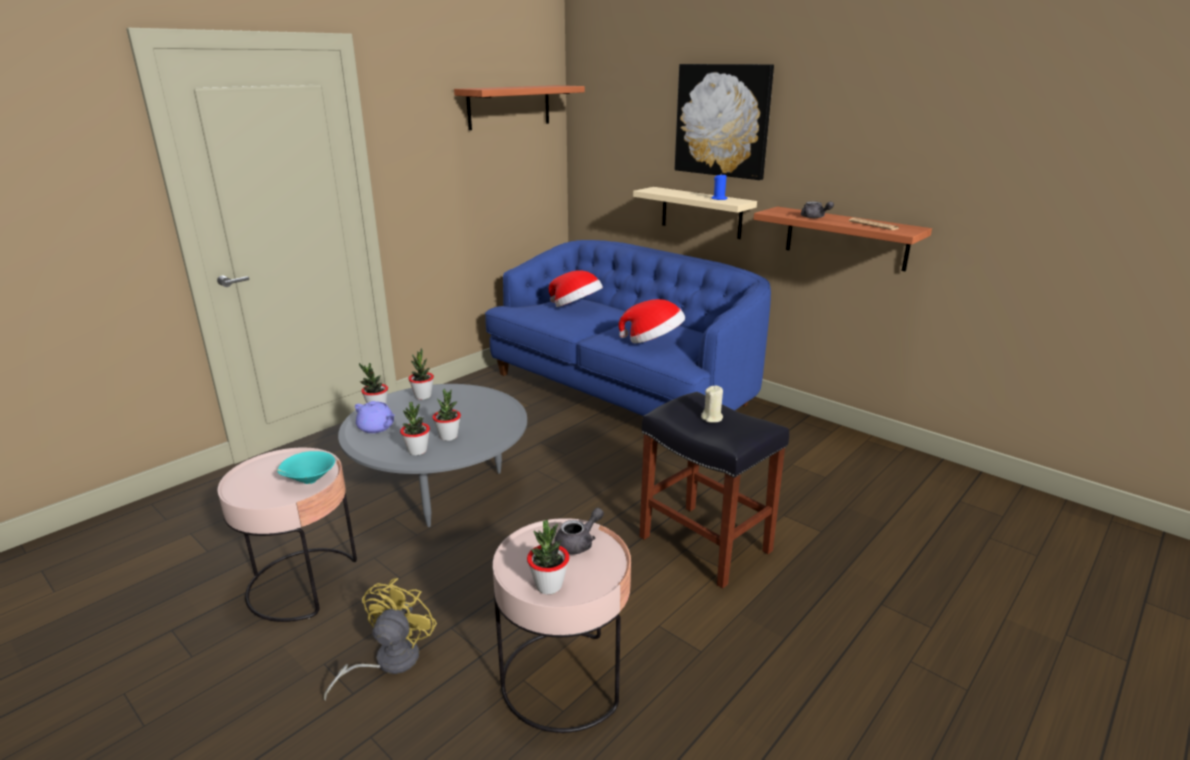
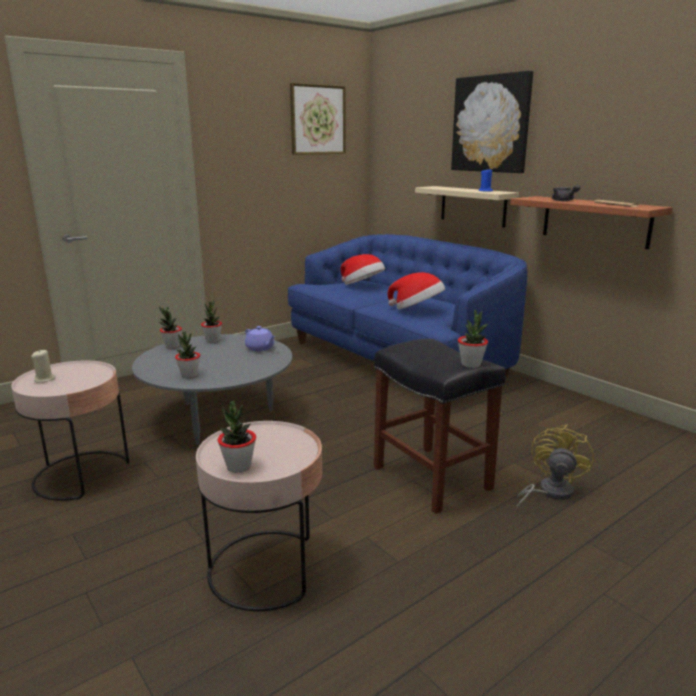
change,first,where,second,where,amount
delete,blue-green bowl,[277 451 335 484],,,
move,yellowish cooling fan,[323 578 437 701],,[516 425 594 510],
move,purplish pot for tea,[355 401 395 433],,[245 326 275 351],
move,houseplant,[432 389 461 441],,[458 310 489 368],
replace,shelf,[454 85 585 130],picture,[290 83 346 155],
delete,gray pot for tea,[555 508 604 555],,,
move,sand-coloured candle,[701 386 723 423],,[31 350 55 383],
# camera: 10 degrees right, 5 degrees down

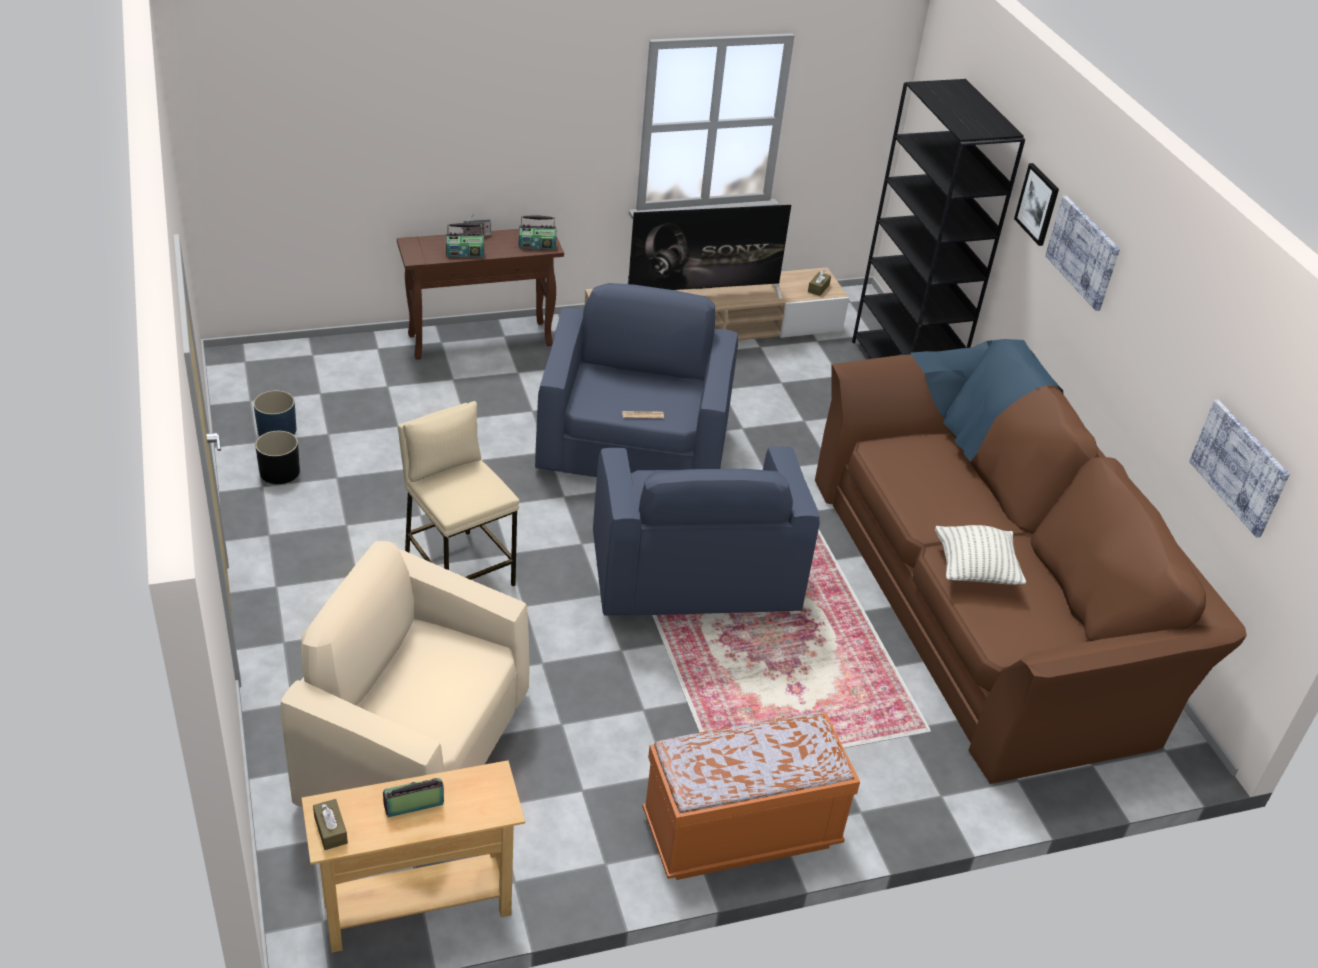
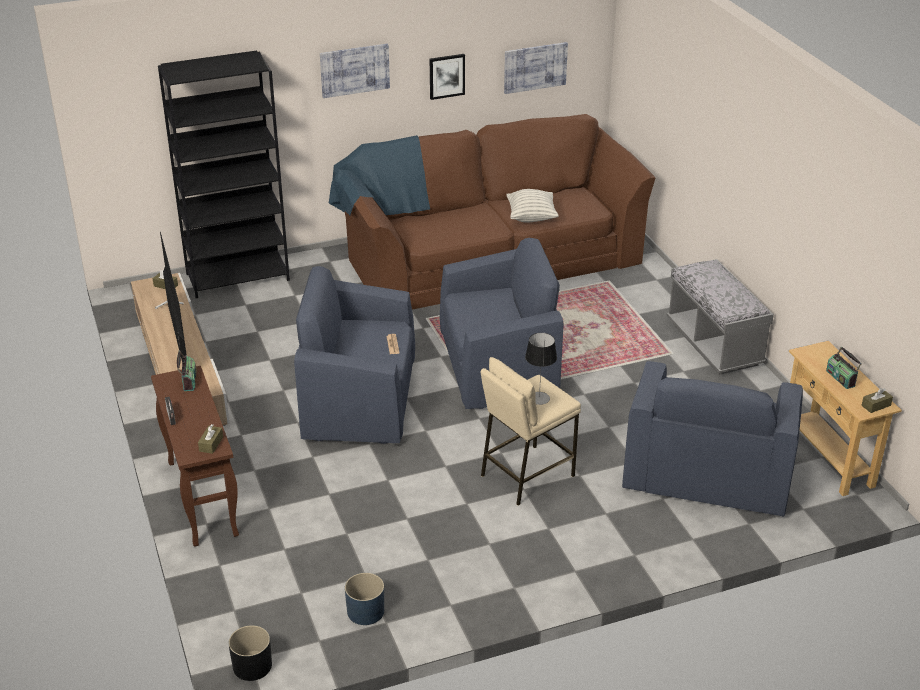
change,first,where,second,where,amount
move,blackish plant pot,[255 431 300 484],,[229 625 272 681],
recolor,sand-coloured armchair,[280 541 530 807],bluish armchair,[622 361 803 517],
delete,radio set,[446 223 484 257],,,
recolor,orange indoor bench,[642 712 860 880],gray indoor bench,[667 259 774 375],
move,picture,[1014 163 1059 246],,[430 54 465 100],
insert,,,brown-coloured box of tissues,[198 424 223 454],
insert,,,tabletop lamp,[525 333 557 405],
# camera: 90 degrees left, 5 degrees down

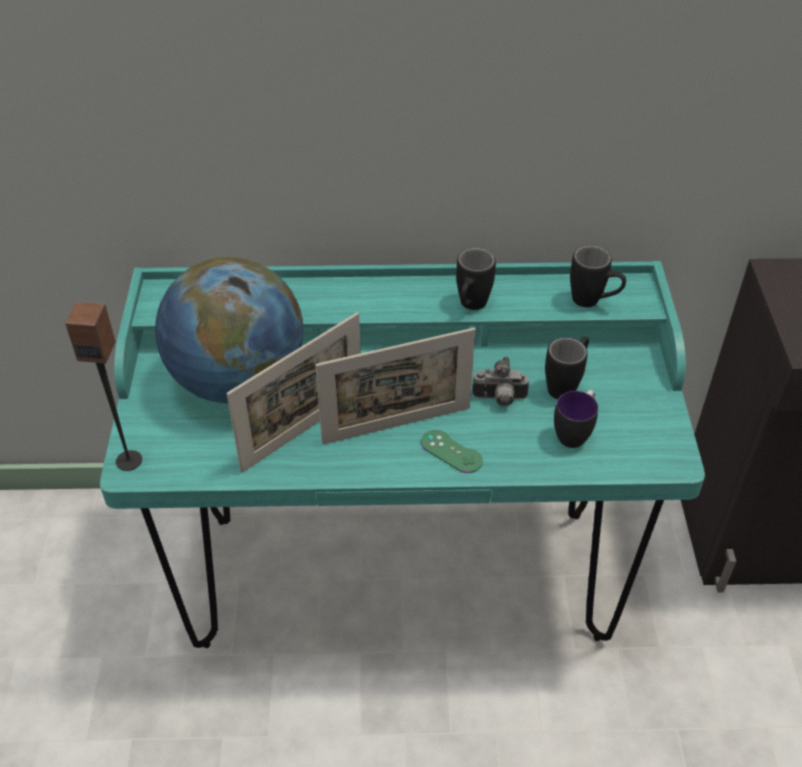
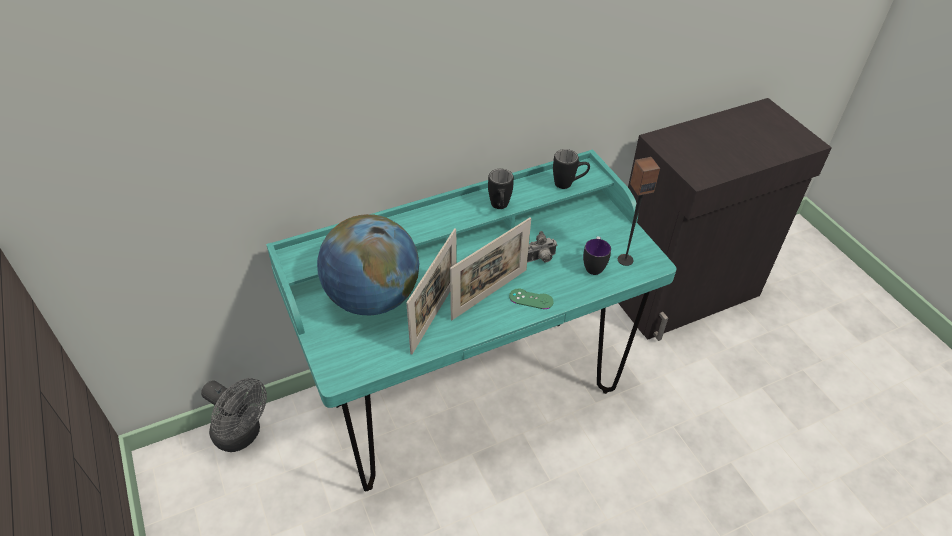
change,first,where,second,where,amount
move,speaker,[65 302 142 471],,[618 157 660 266],
delete,blackish coffee mug,[545 337 589 399],,,
insert,,,gray cooling fan,[201 378 267 452],
# camera: 25 degrees left, 0 degrees up

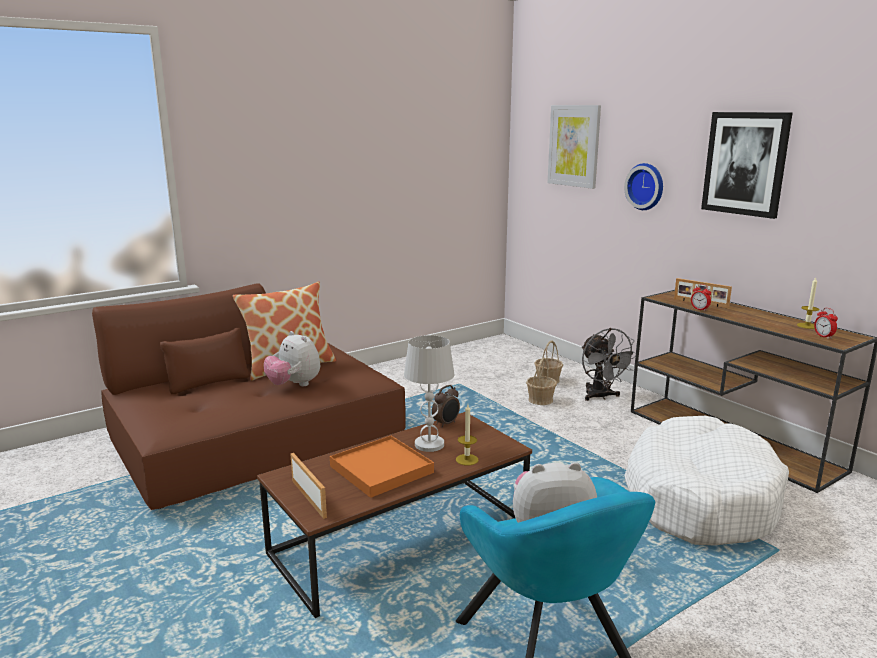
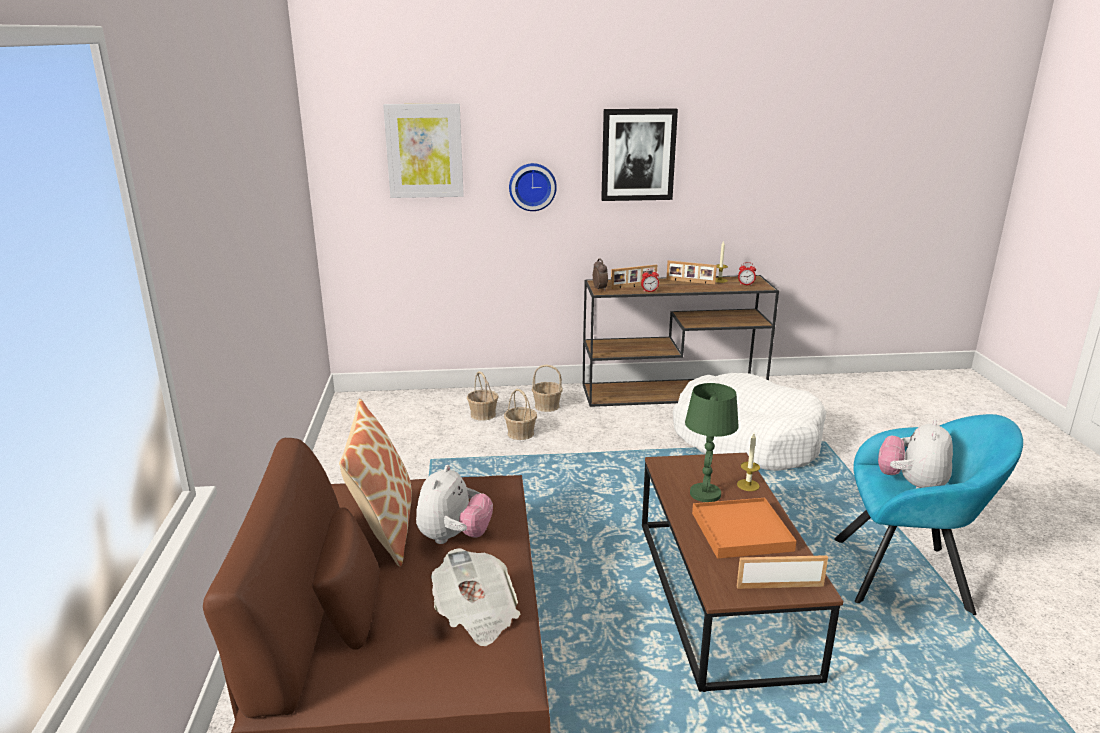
change,first,where,second,where,amount
rotate,soft toy,[264 331 320 386],,[416 465 493 544],60 degrees counterclockwise
recolor,whitish tabletop lamp,[404 335 455 452],greenish tabletop lamp,[685 383 739 502],
move,bedside clock,[432 385 460 428],,[593 258 608 291],
replace,gray cooling fan,[582 328 636 401],basket,[532 365 562 412],
insert,,,printed paper,[431 548 521 646],
insert,,,picture frame,[666 260 717 285],
# camera: 60 degrees left, 5 degrees up

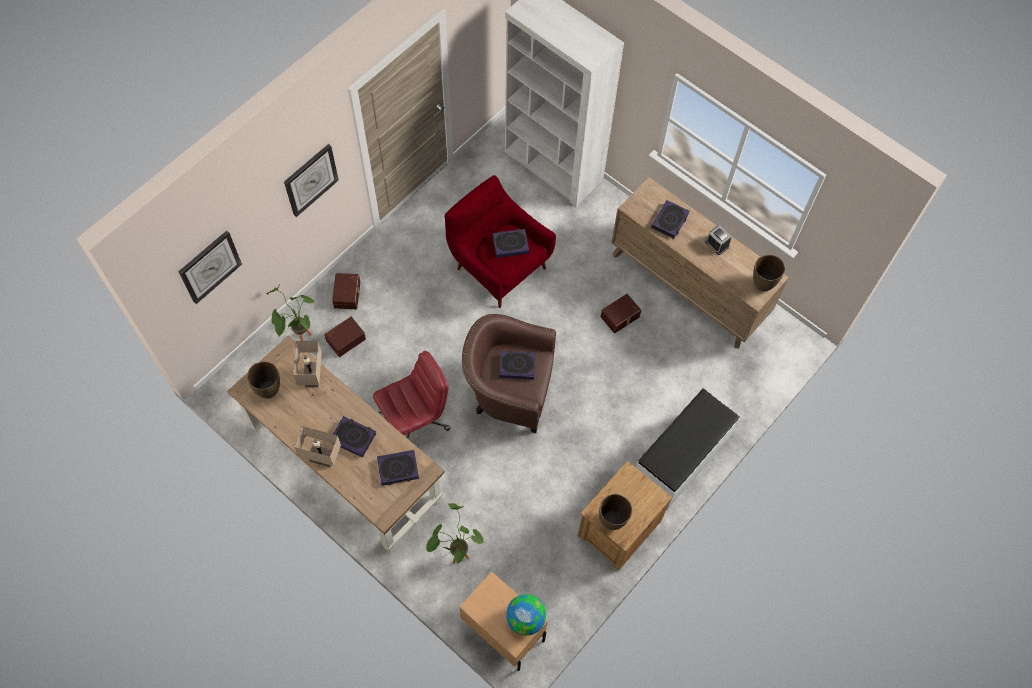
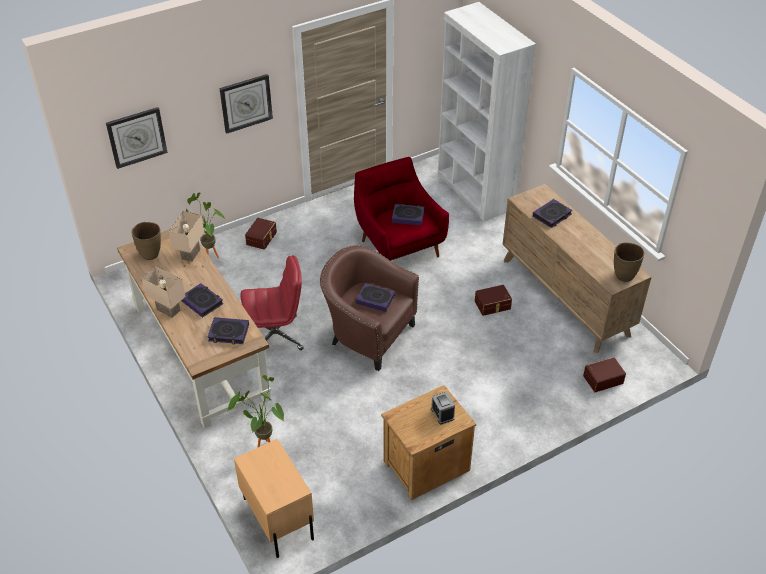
change,first,where,second,where,amount
move,brown-coloured storage bin,[324 316 366 357],,[583 357 626 392],
delete,globe,[506 594 546 636],,,
delete,brown-coloured decorative vase,[599 494 632 530],,,
delete,whitish indoor bench,[636 389 740 510],,,
move,bedside clock,[705 225 732 255],,[431 392 455 425],
# camera: 20 degrees right, 20 degrees down

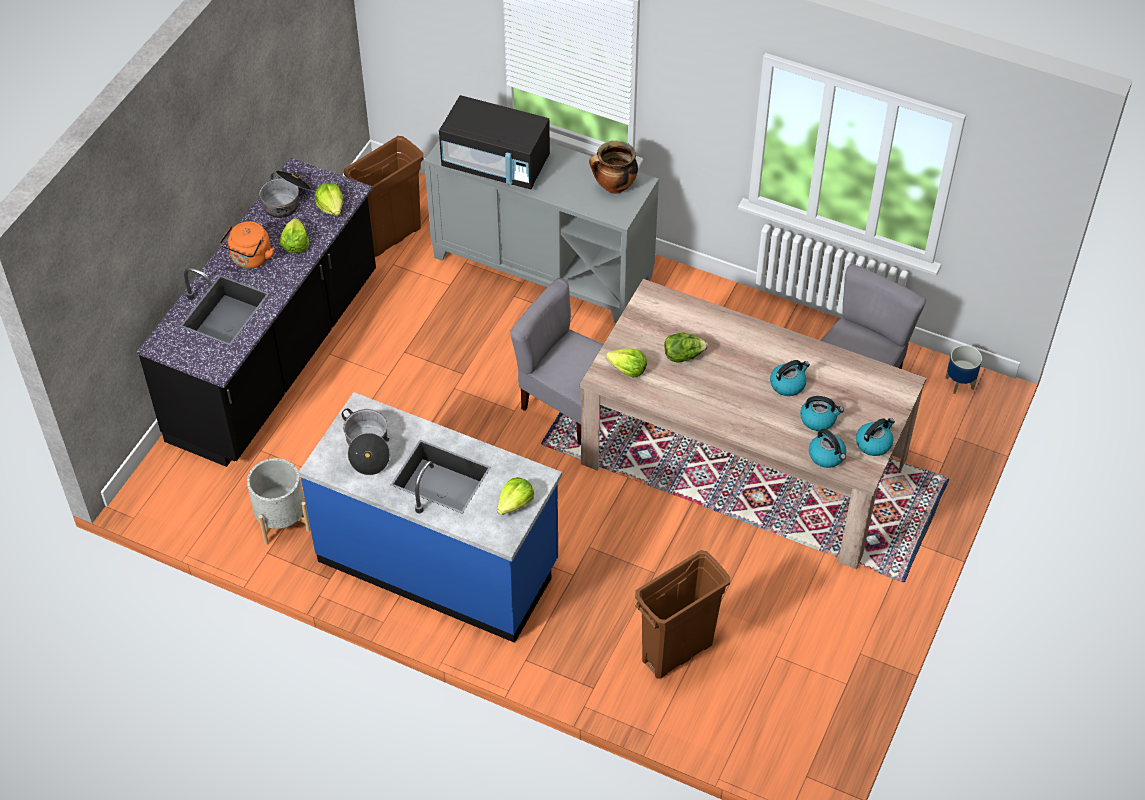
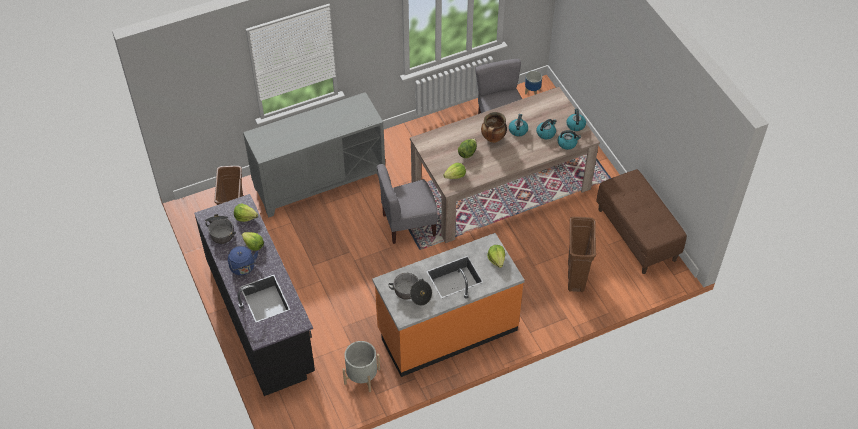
change,first,where,second,where,amount
recolor,orange tea kettle,[220 222 274 268],bluish tea kettle,[228 246 258 275],
recolor,bluish counter,[298 392 562 643],orange counter,[372 233 525 377],
delete,blackish microwave,[439 95 550 190],,,
move,saucepot,[589 141 638 193],,[481 112 507 143],
insert,,,brown-coloured indoor bench,[596 169 687 274],
# camera: 50 degrees left, 0 degrees up

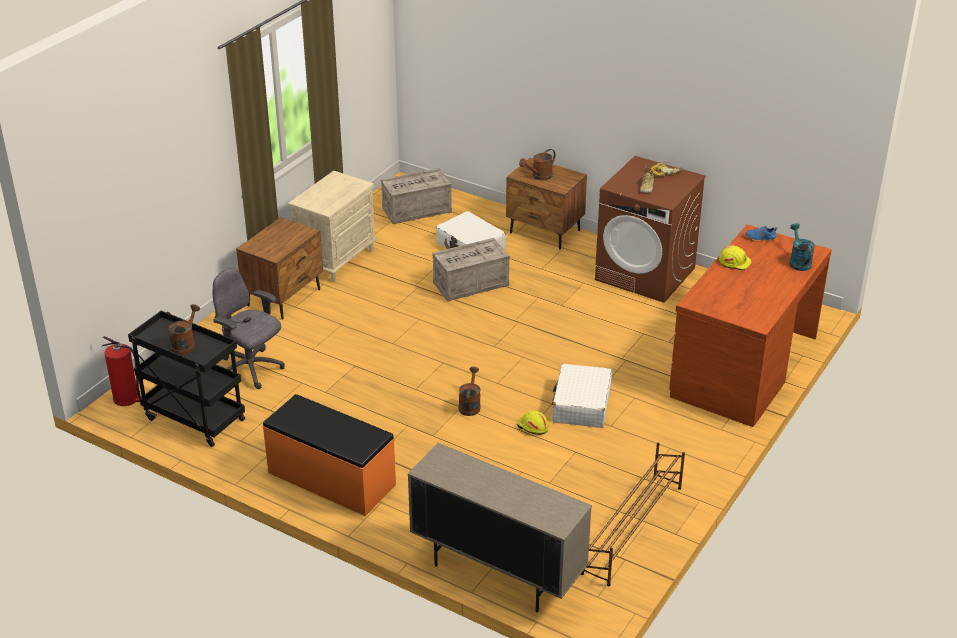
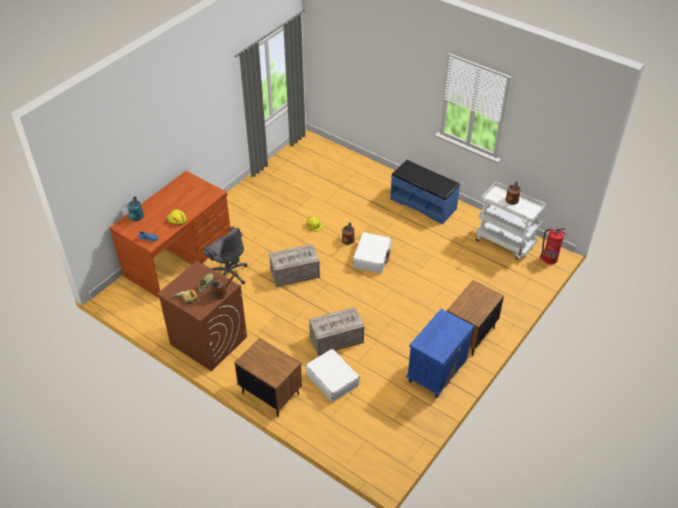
change,first,where,second,where,amount
recolor,blackish cart,[128 311 245 447],whitish cart,[476 182 546 260],
move,gray computer chair,[213 268 285 389],,[203 226 247 284],
recolor,orange indoor bench,[263 394 396 516],bluish indoor bench,[390 160 460 224],
recolor,sand-coloured nightstand,[288 171 377 282],bluish nightstand,[406 309 474 398],
move,shipping crate,[381 168 452 225],,[269 244 320 287],
delete,sand-coloured cabinet,[408 443 592 612],,,
move,brown-coloured sprinkling can,[519 149 555 180],,[206 271 238 300],
move,whitish piece of luggage,[552 364 612 428],,[353 232 391 273],
delete,brown-coloured shoe stand,[581 443 685 586],,,
# camera: 175 degrees left, 10 degrees up

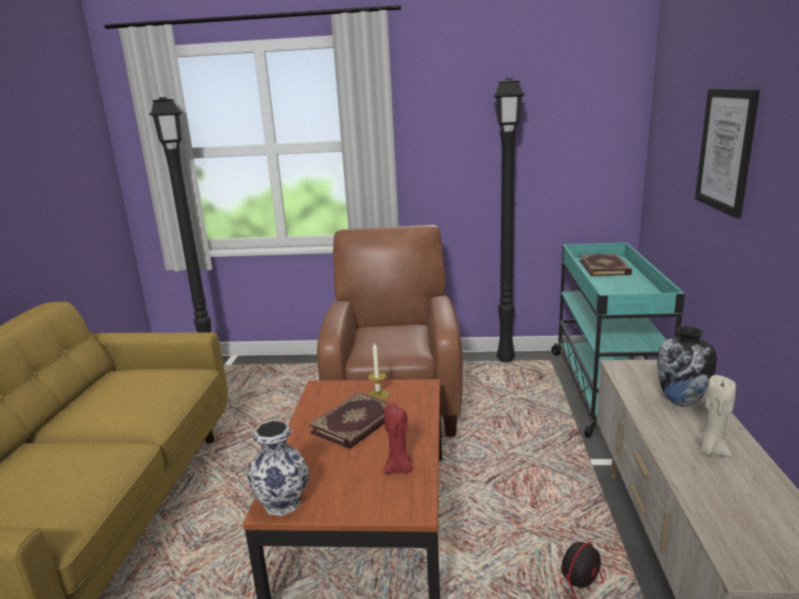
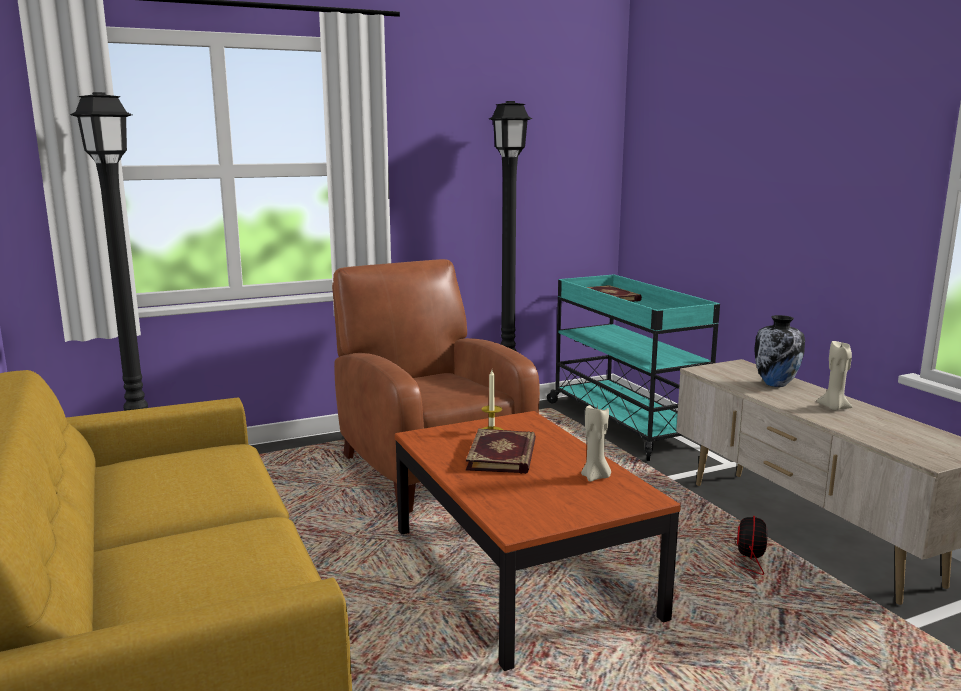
change,first,where,second,where,amount
delete,decorative vase,[247 420 309 516],,,
recolor,reddish candle,[384 403 413 474],sand-coloured candle,[581 404 611 482],
delete,picture,[695 89 760 218],,,
# camera: 30 degrees left, 5 degrees down

